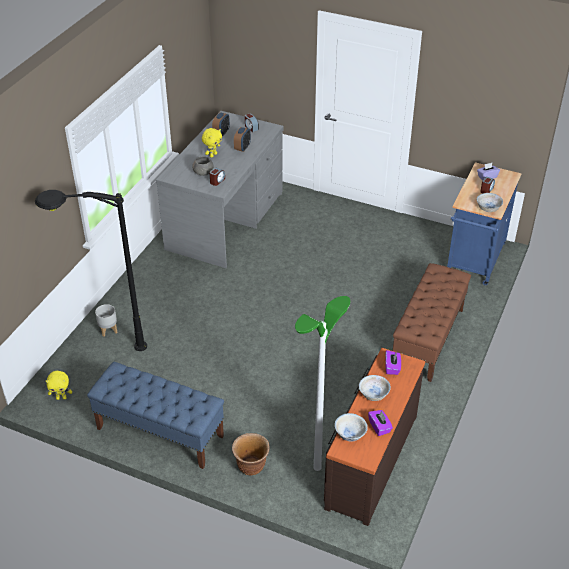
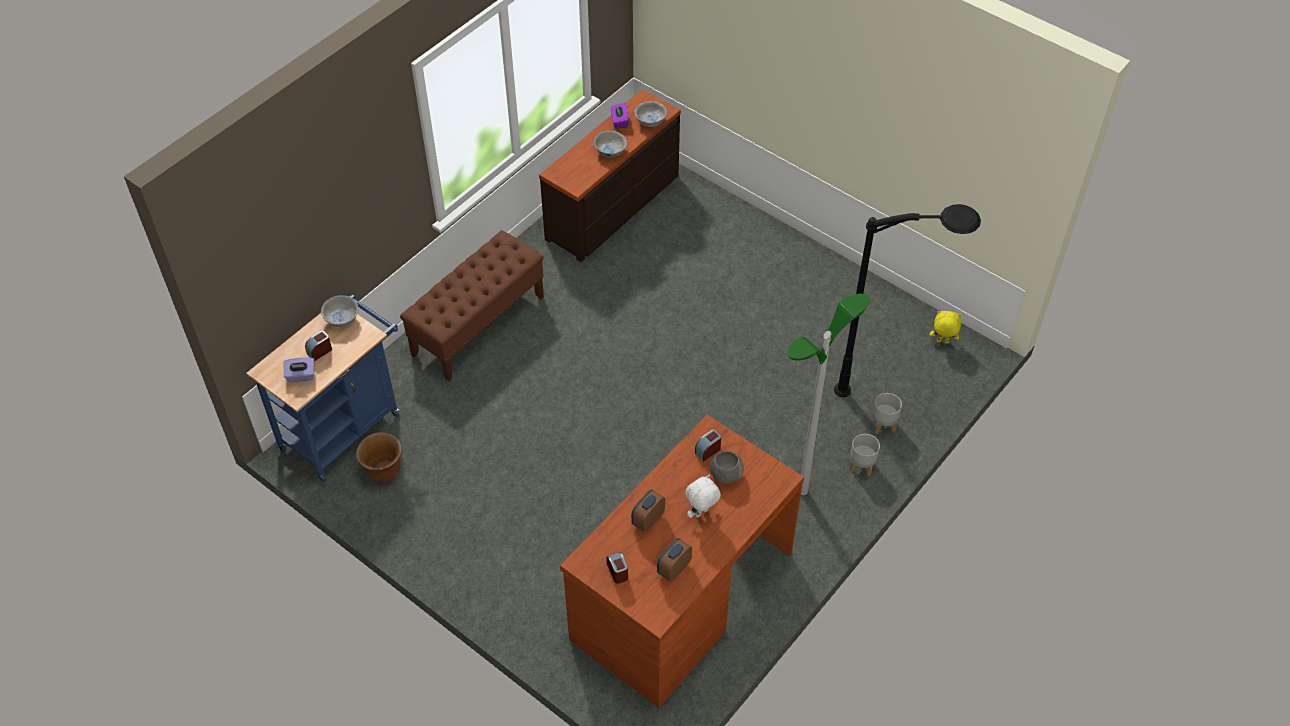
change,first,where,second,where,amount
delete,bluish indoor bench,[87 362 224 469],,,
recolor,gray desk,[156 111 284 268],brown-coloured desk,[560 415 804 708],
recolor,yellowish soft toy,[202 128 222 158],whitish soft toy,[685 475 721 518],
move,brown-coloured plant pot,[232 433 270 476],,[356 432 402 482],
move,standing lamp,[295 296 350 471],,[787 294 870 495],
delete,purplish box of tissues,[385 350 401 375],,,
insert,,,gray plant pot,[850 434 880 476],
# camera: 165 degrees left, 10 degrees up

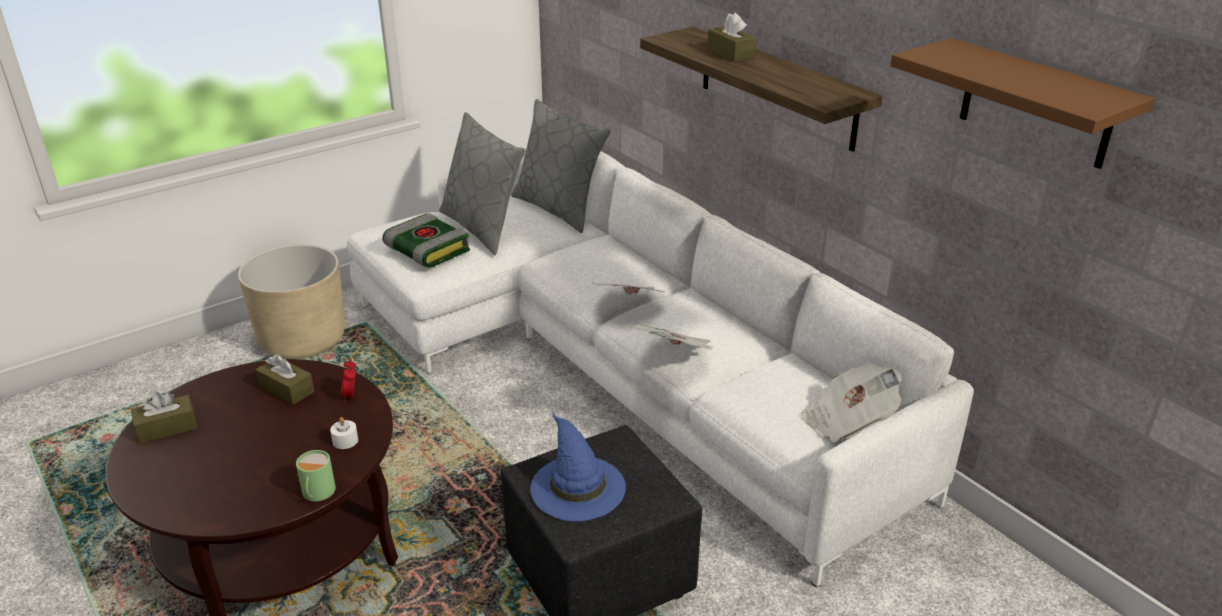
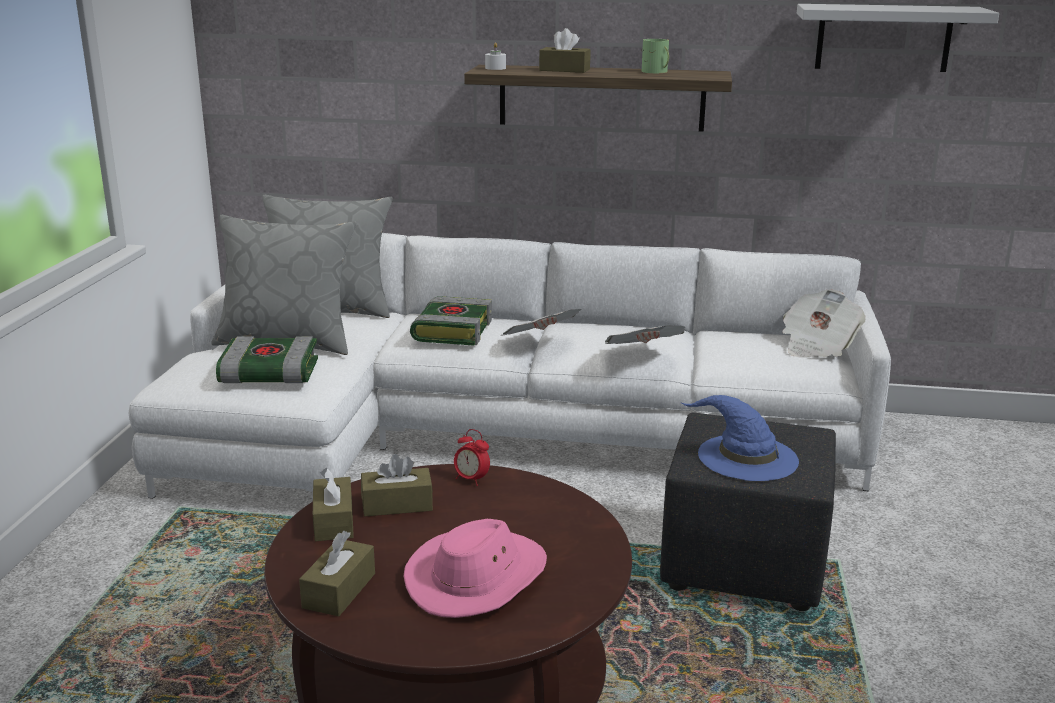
change,first,where,second,where,amount
delete,sand-coloured plant pot,[238 244 345 359],,,
move,greenish coffee mug,[296 450 336 501],,[641 39 669 73],
move,whitish candle,[330 417 358 449],,[485 42 506 70],
recolor,brown-coloured shelf,[890 38 1155 169],whitish shelf,[797 4 999 72],
insert,,,brown-coloured box of tissues,[313 468 354 541],
insert,,,pink-coloured wearable hat,[404 519 547 618],
insert,,,volume,[410 296 492 346],
# camera: 45 degrees left, 10 degrees down

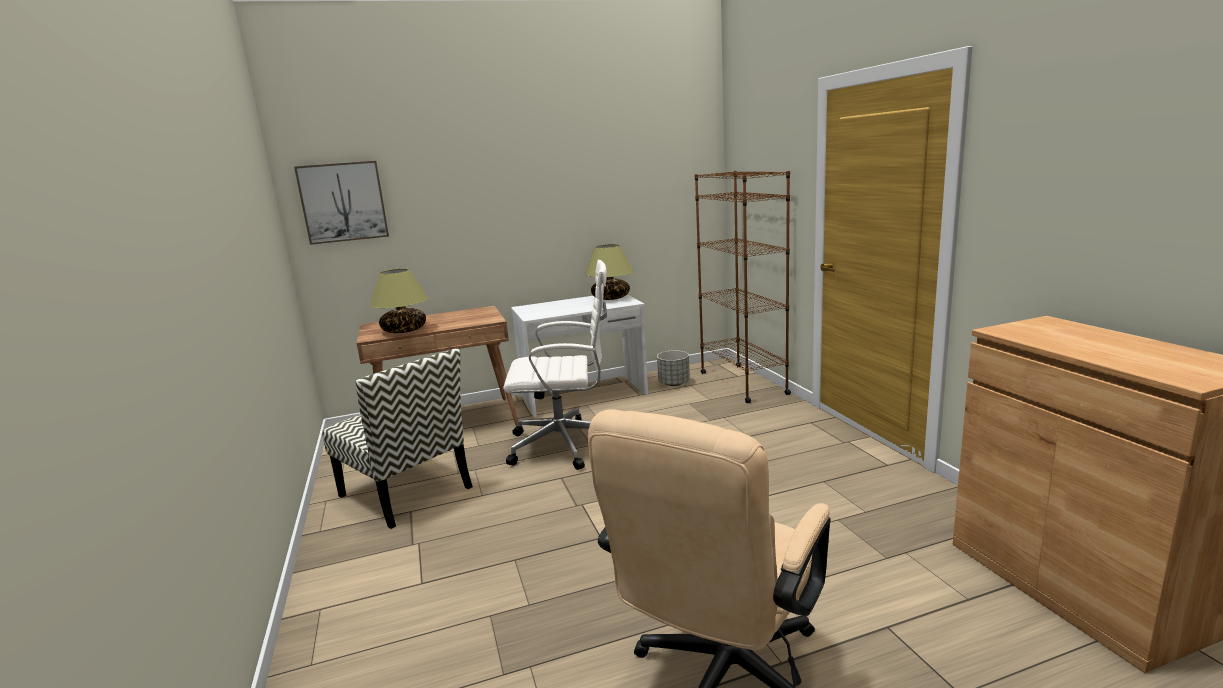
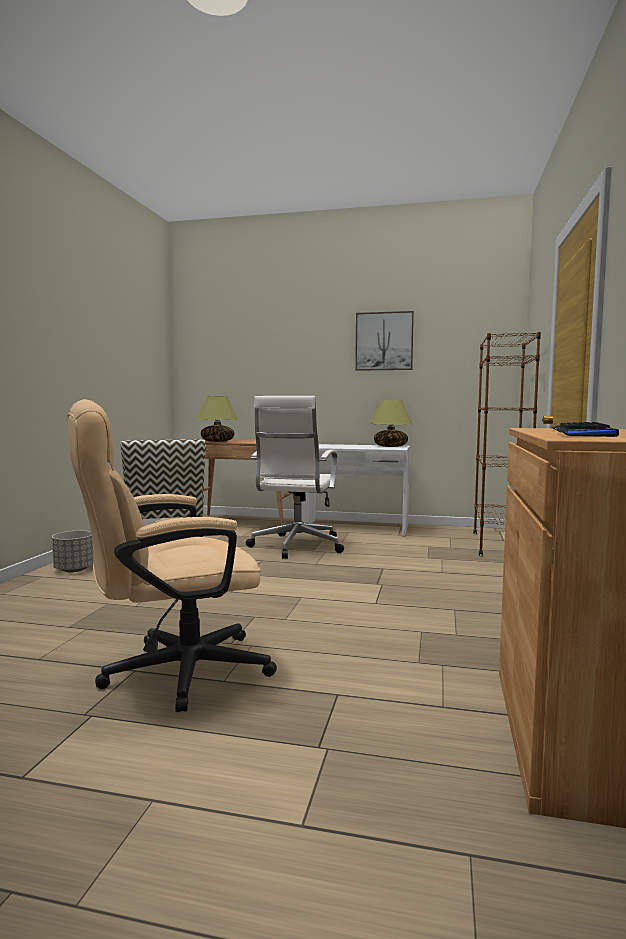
change,first,where,second,where,amount
move,picture,[294 161 389 245],,[355 311 414 371],
rotate,whitish computer chair,[503 260 607 470],,[246 396 344 559],75 degrees clockwise
move,gray plant pot,[657 350 690 386],,[52 531 94 573],
insert,,,keyboard,[552 422 619 437],
# camera: 30 degrees right, 10 degrees down

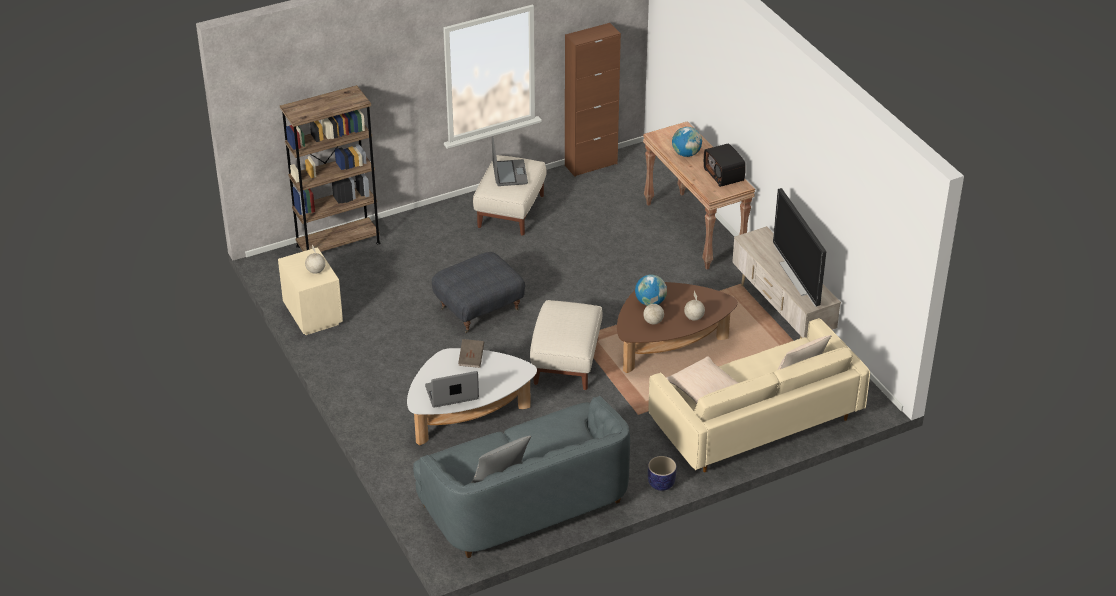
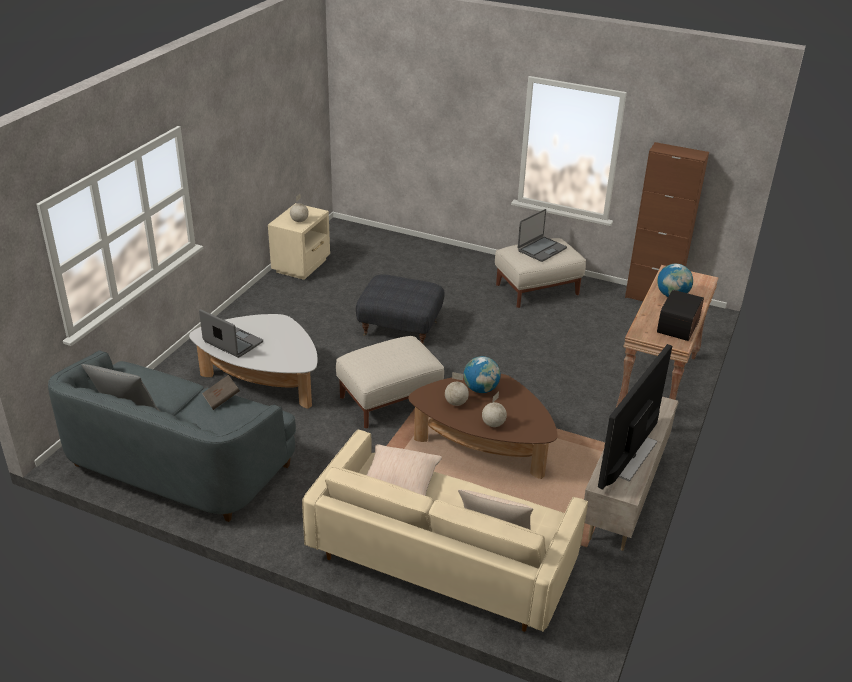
change,first,where,second,where,amount
delete,brown-coloured shelving unit,[280 85 381 252],,,
move,brown-coloured volume,[458 339 484 368],,[202 375 240 410],
delete,plant pot,[648 456 677 491],,,
# camera: 50 degrees right, 5 degrees down

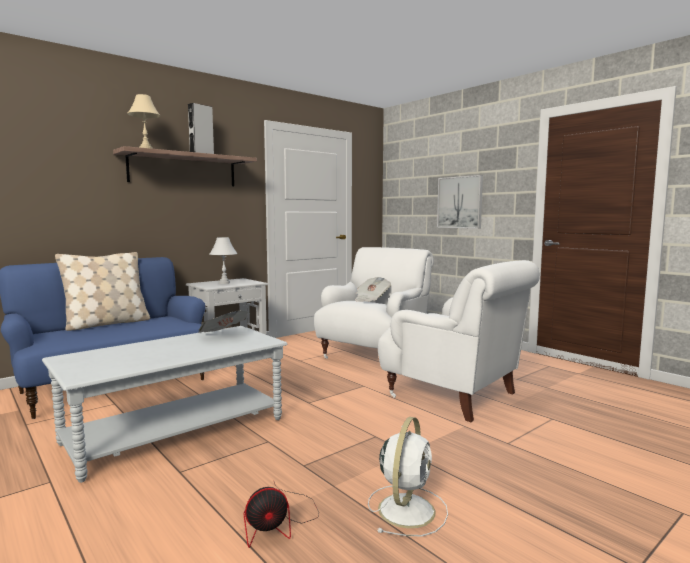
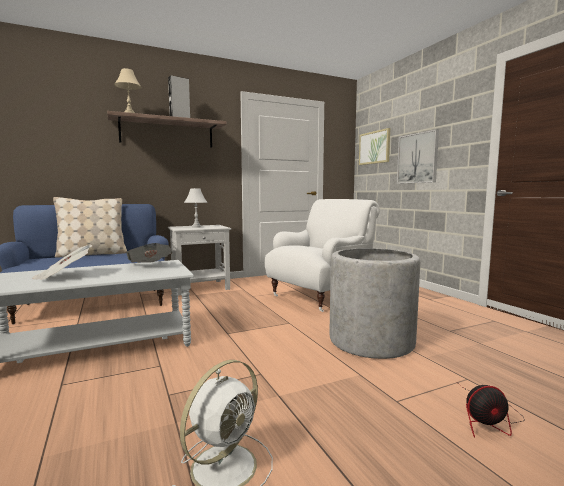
change,first,where,second,where,amount
move,cooling fan,[244 482 319 548],,[458 383 525 438],
move,printed paper,[355 277 391 302],,[32 244 92 280],
replace,whitish armchair,[378 260 540 422],gray plant pot,[329 248 420 359],
insert,,,picture,[359 128 390 165],
# camera: 15 degrees right, 0 degrees up

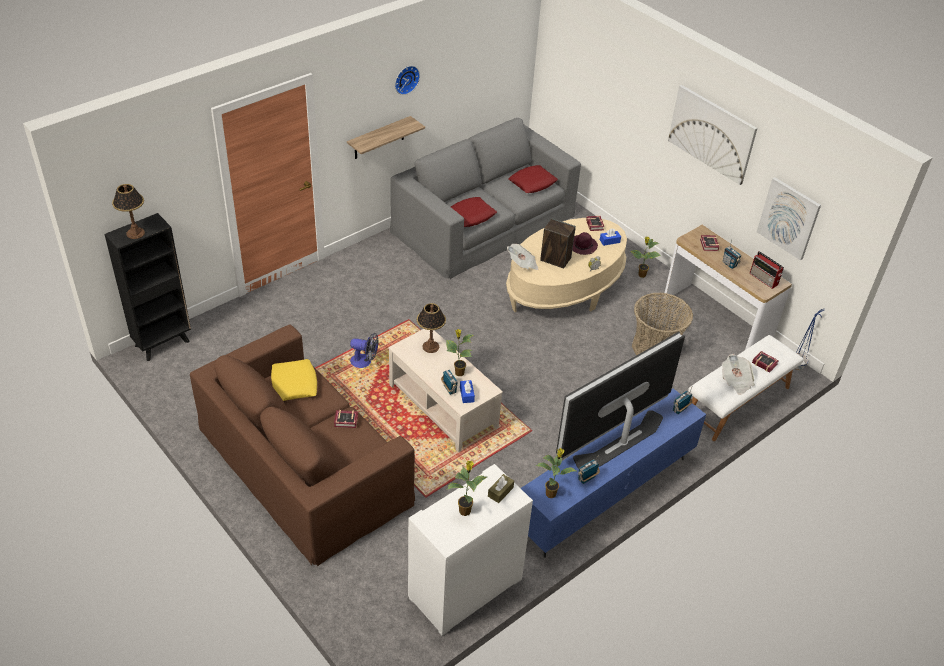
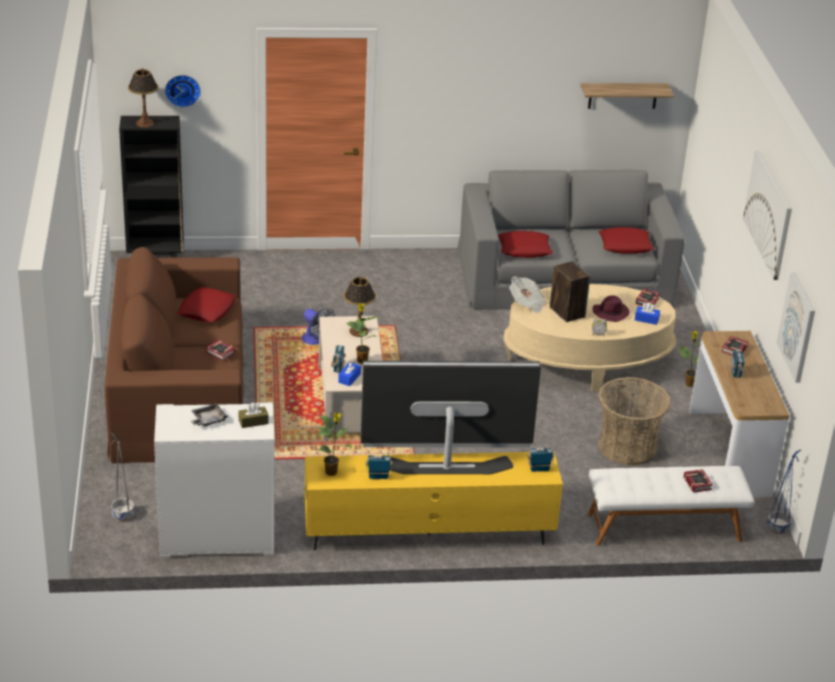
change,first,where,second,where,amount
recolor,yellowish cushion,[271 359 317 401],reddish cushion,[177 287 236 323],
move,shelf,[347 116 425 159],,[580 83 674 109],
move,hanging clock,[395 66 420 95],,[165 75 201 107],
replace,houseplant,[447 461 487 516],gray carrying tray,[191 403 228 427],
recolor,bluish tv unit,[521 388 706 558],yellowish tv unit,[304 451 563 551],
delete,printed paper,[722 354 755 395],,,
delete,radio set,[749 251 784 289],,,
insert,,,gray plant pot,[110 432 135 521],
# camera: 35 degrees right, 10 degrees down

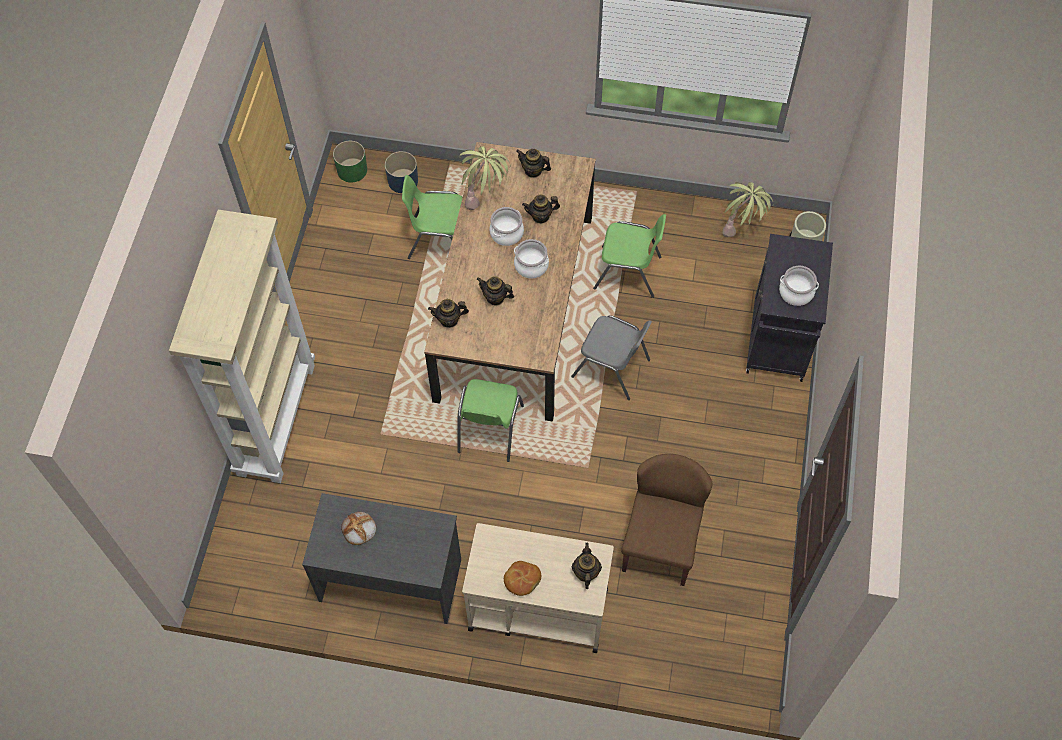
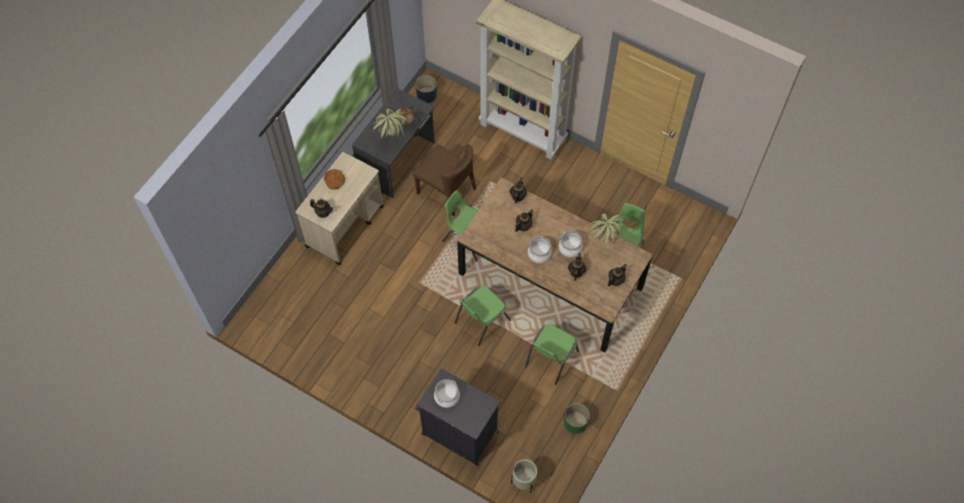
change,first,where,second,where,amount
move,greenish plant pot,[333 141 367 183],,[564 403 590 434],
move,bluish plant pot,[385 151 418 193],,[415 75 437 103],
recolor,gray plain chair,[571 315 652 400],greenish plain chair,[455 286 511 347],
move,brown-coloured plain chair,[621 454 713 586],,[413 144 476 216],
move,houseplant,[722 182 773 237],,[373 109 407 138],
# camera: 110 degrees right, 0 degrees up

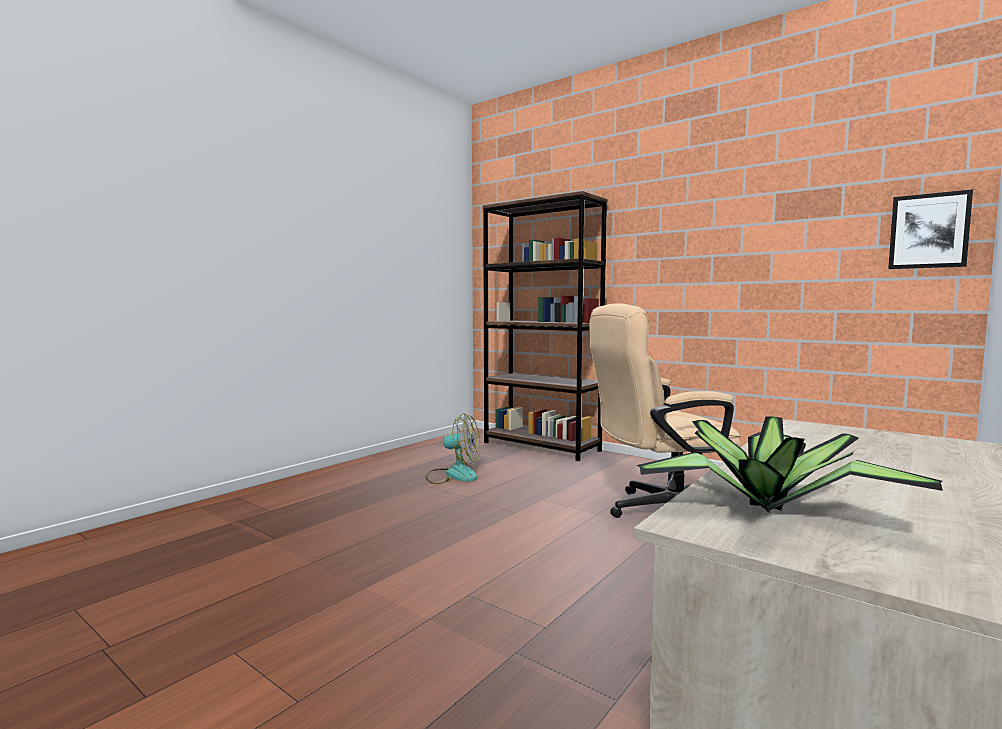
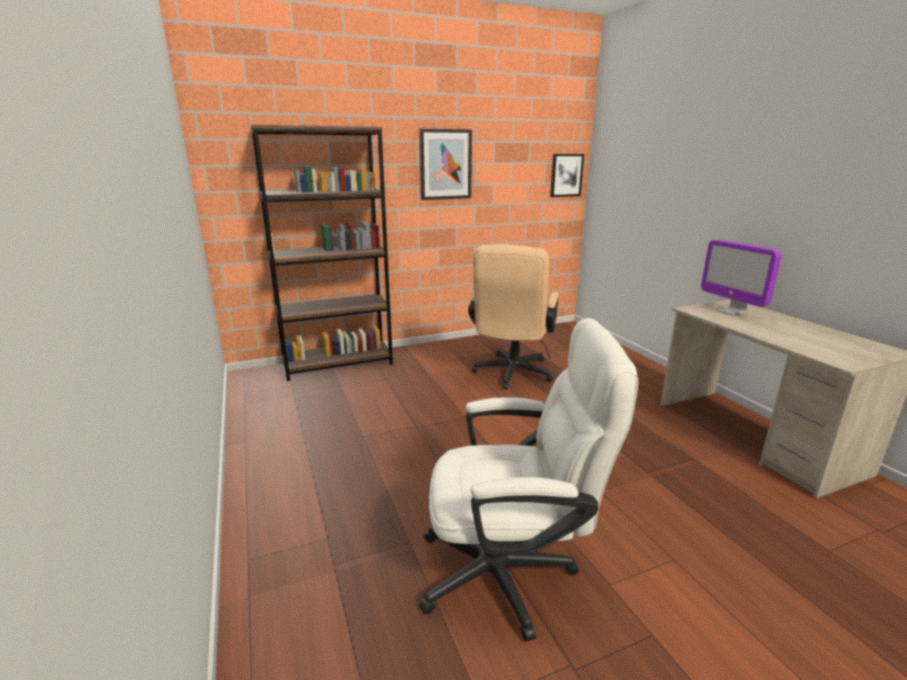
change,first,where,second,where,amount
delete,cooling fan,[425 413 480 484],,,
delete,houseplant,[637 416 943 512],,,
insert,,,picture,[419 129 472 200],
insert,,,whitish computer chair,[419 318 638 642],
insert,,,computer display,[701 240 782 315],
# camera: 60 degrees left, 15 degrees up

